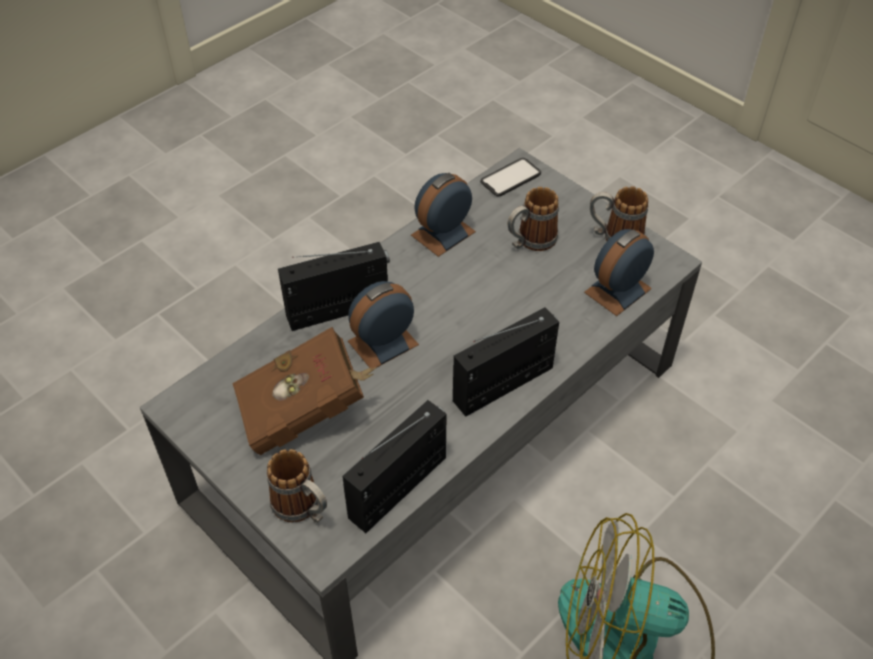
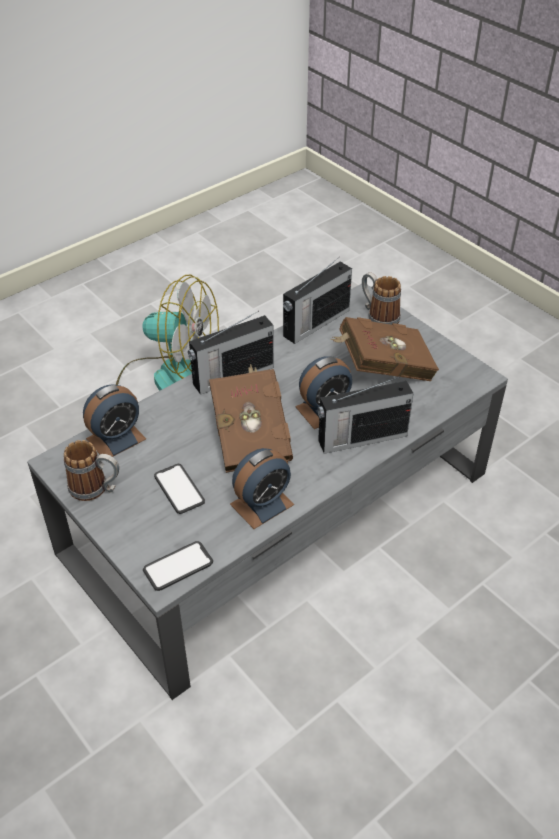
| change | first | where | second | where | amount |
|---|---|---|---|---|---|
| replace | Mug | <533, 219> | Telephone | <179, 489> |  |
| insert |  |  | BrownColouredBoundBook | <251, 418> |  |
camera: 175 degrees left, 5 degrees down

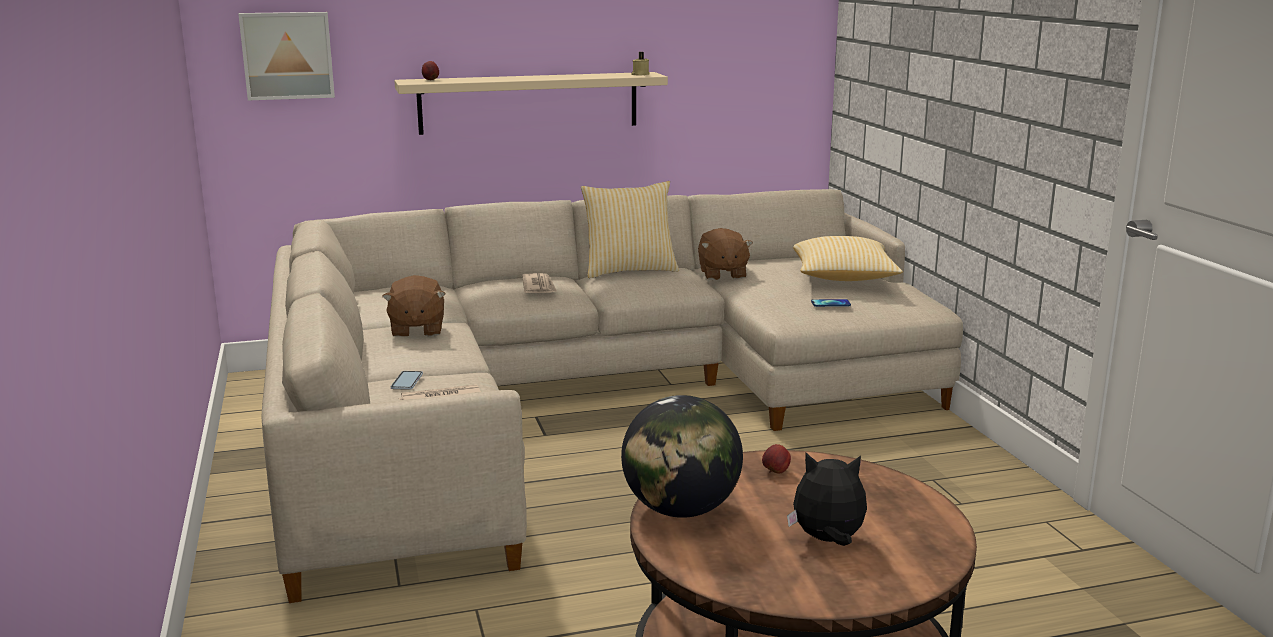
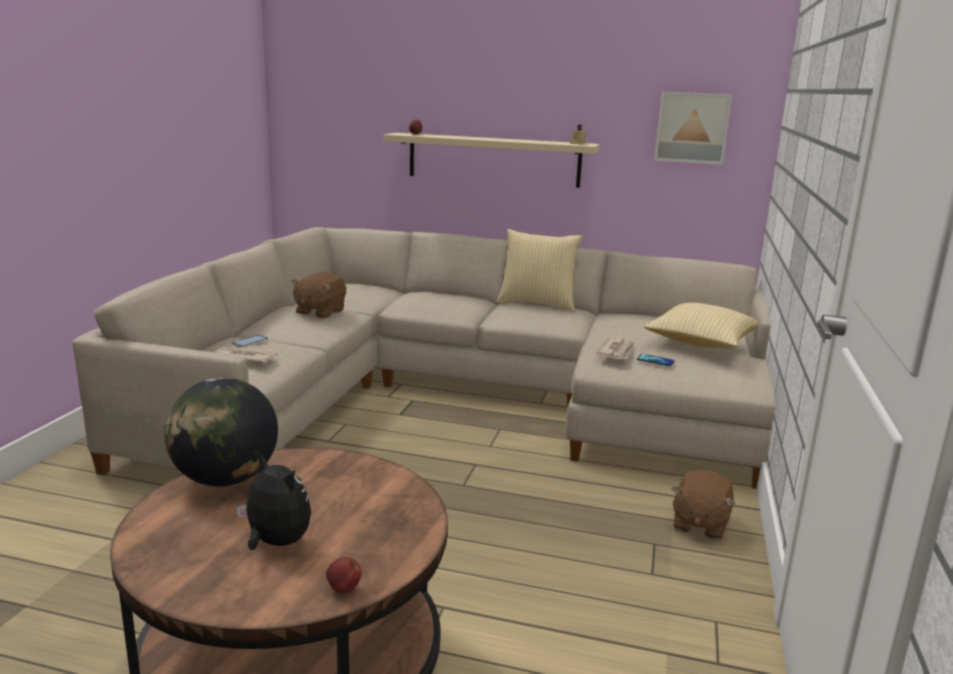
| change | first | where | second | where | amount |
|---|---|---|---|---|---|
| move | WholeApple | <776, 459> |  | <344, 575> |  |
| move | PrintedPaper | <539, 283> |  | <615, 348> |  |
| move | WallArt | <286, 56> |  | <693, 128> |  |
| move | BrownColouredPlushToy | <725, 254> |  | <703, 505> |  |
camera: 30 degrees right, 0 degrees up

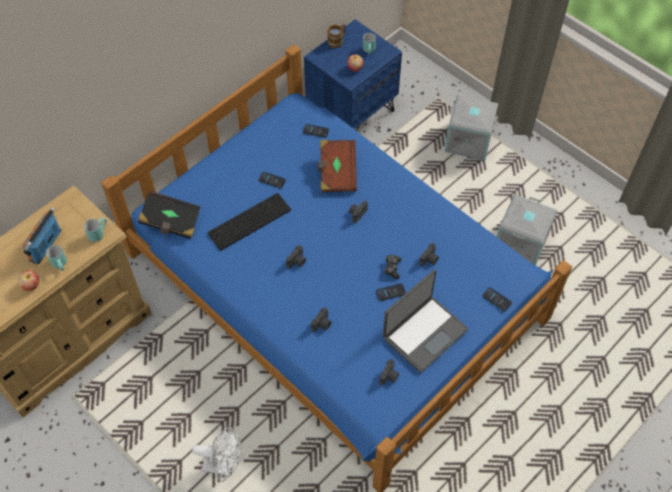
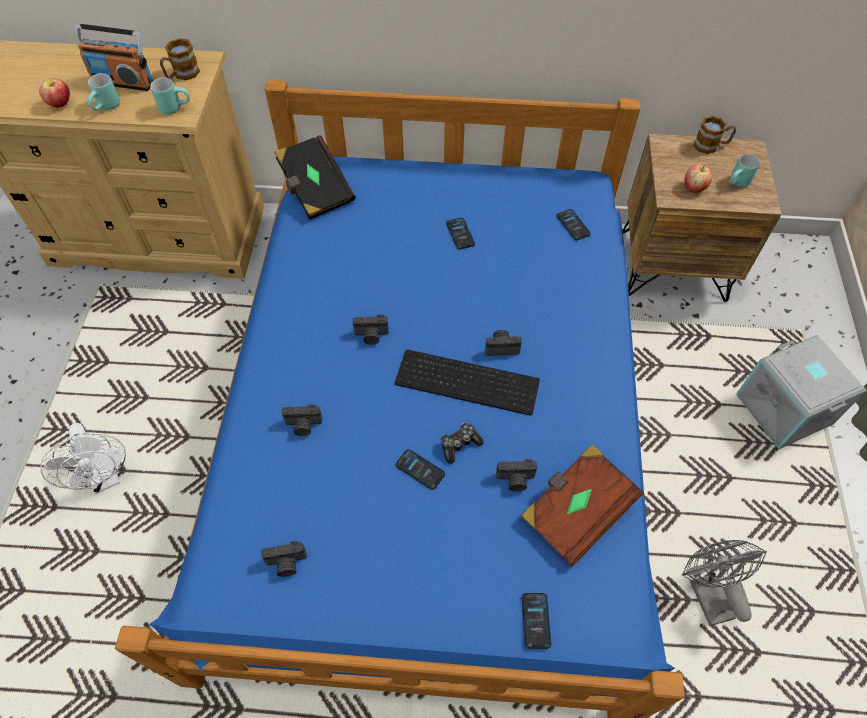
| change | first | where | second | where | amount |
|---|---|---|---|---|---|
| rotate | Radio | <42, 235> |  | <114, 57> | 150 degrees counterclockwise |
| insert |  |  | Mug | <180, 59> |  |
| move | ComputerKeyboard | <249, 222> |  | <467, 382> |  |
| move | BrownColouredBoundBook | <337, 166> |  | <582, 505> |  |
| recolor | BlueColouredNightstand | <353, 75> | BrownColouredNightstand | <702, 218> |  |
| replace | GreyishStorageContainer | <526, 229> | GreyishCoolingFan | <724, 583> |  |
| delete | NotebookComputer | <425, 321> |  |  |  |
camera: 50 degrees right, 0 degrees up

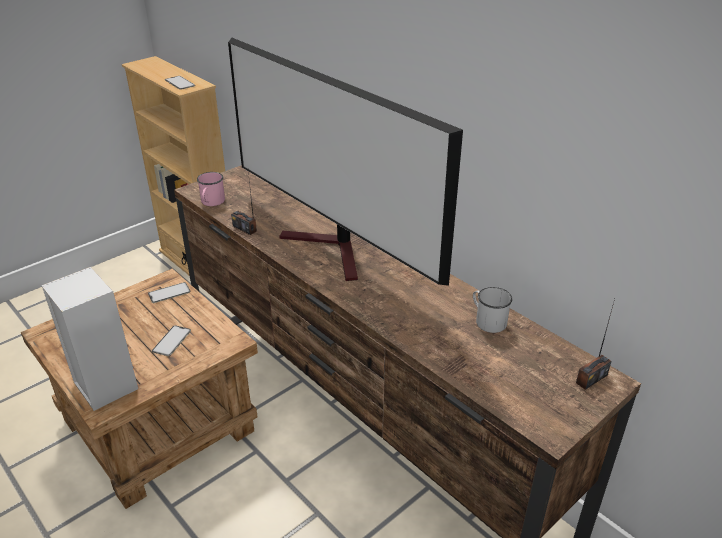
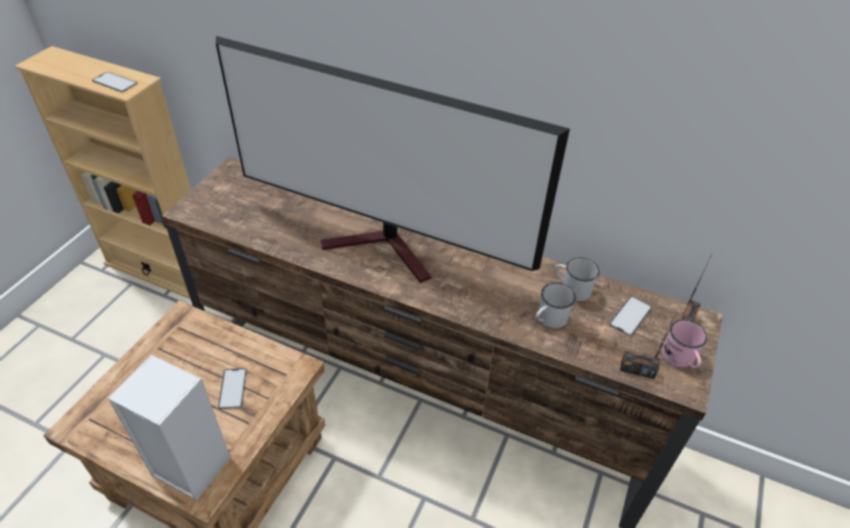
| change | first | where | second | where | amount |
|---|---|---|---|---|---|
| insert |  |  | WhitishMug | <555, 305> |  |
| move | Telephone | <169, 292> |  | <630, 316> |  |
| move | Radio | <244, 203> |  | <649, 344> |  |
| move | PinkMug | <211, 189> |  | <684, 344> |  |
camera: 25 degrees left, 10 degrees up

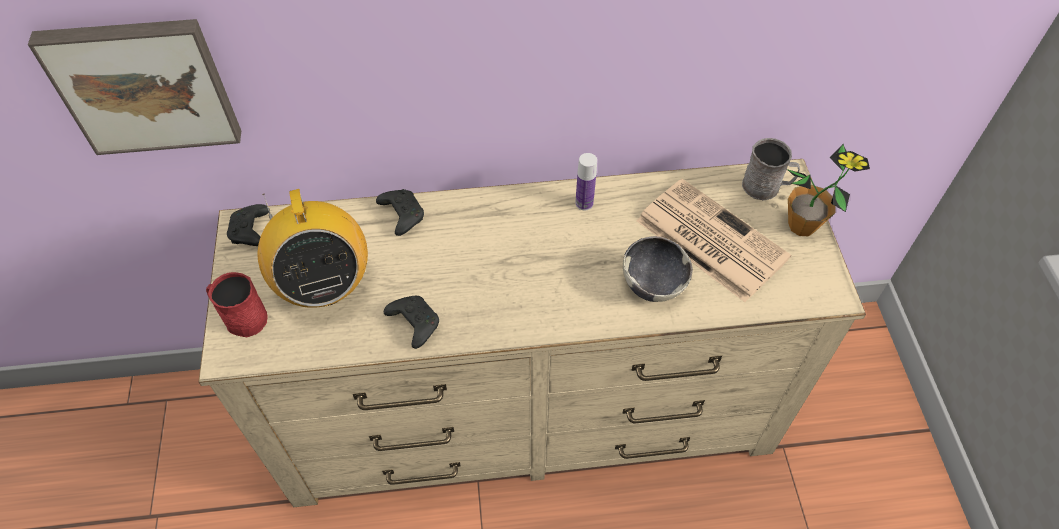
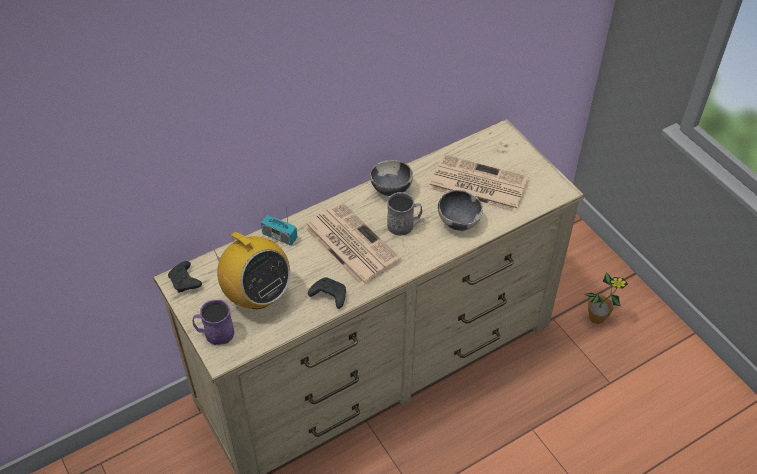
| change | first | where | second | where | amount |
|---|---|---|---|---|---|
| recolor | ReddishMug | <237, 304> | PurpleMug | <213, 322> |  |
| replace | BlackishGameController | <400, 212> | Radio | <279, 223> |  |
| insert |  |  | PrintedPaper | <352, 244> |  |
| replace | DrinkBottle | <586, 181> | DeepDish | <391, 178> |  |
| move | GreyishMug | <771, 169> |  | <404, 214> |  |
| move | Houseplant | <828, 190> |  | <606, 298> |  |
| delete | WallArt | <134, 87> |  |  |  |
camera: 25 degrees left, 5 degrees down

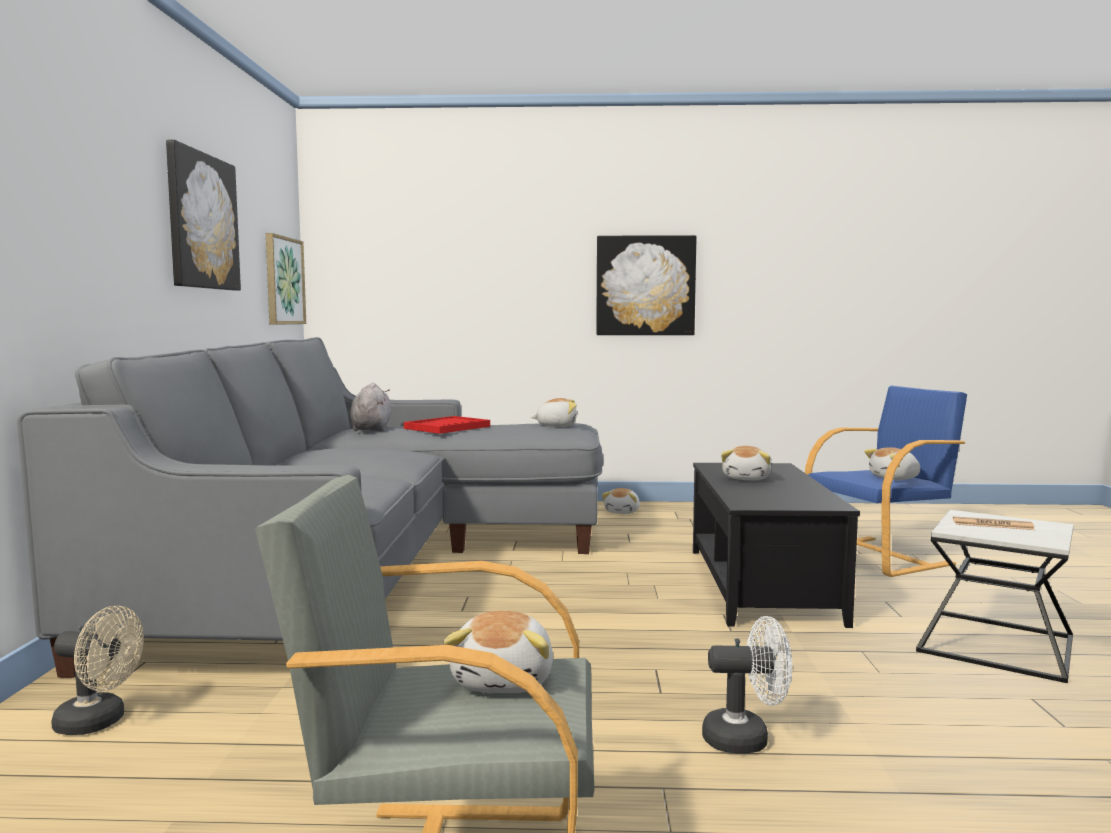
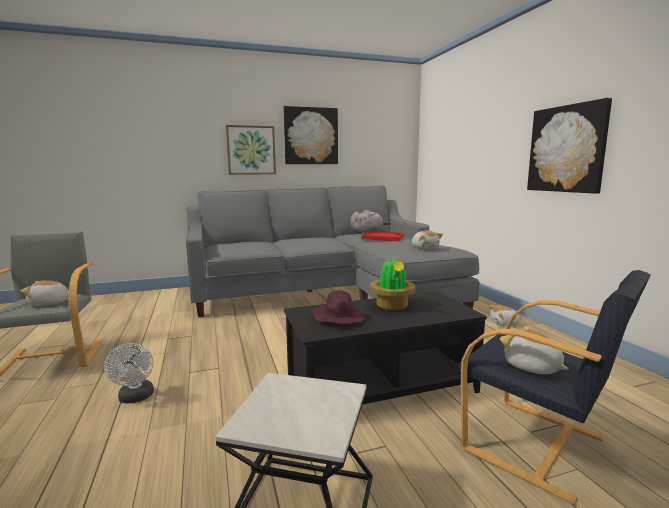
| change | first | where | second | where | amount |
|---|---|---|---|---|---|
| move | WallArt | <286, 279> |  | <251, 150> |  |
| insert |  |  | PurpleClothingHat | <339, 307> |  |
| replace | PlushToy | <746, 463> | Houseplant | <393, 283> |  |
| recolor | BlueColouredEasyChair | <886, 481> | BlackishEasyChair | <555, 387> |  |
| delete | BeigeCoolingFan | <97, 670> |  |  |  |
| delete | PrintedPaper | <994, 523> |  |  |  |
camera: 70 degrees right, 5 degrees up

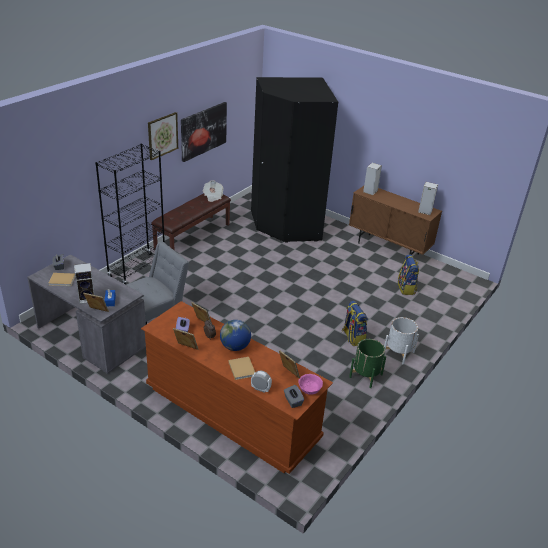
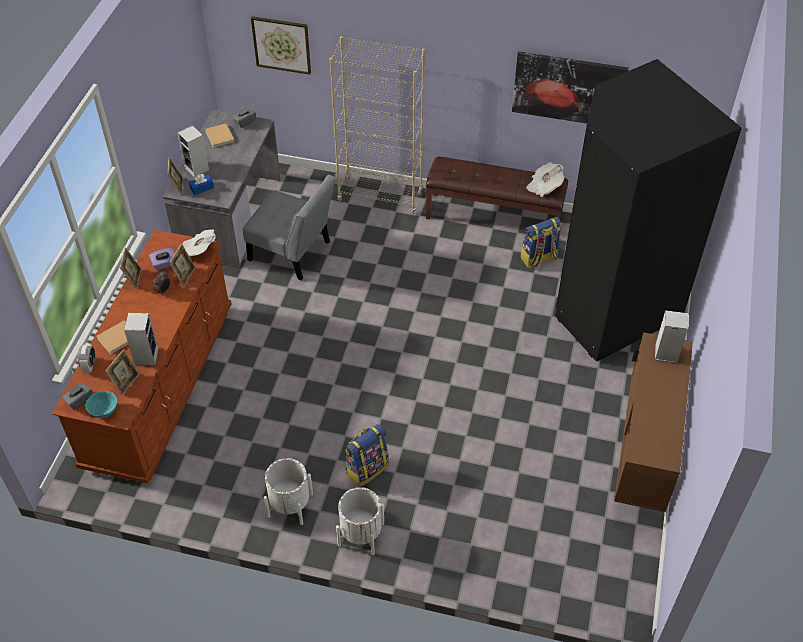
| change | first | where | second | where | amount |
|---|---|---|---|---|---|
| recolor | PinkDeepDish | <311, 384> | TurquoiseDeepDish | <101, 404> |  |
| move | Speaker | <428, 198> |  | <141, 339> |  |
| insert |  |  | PrintedPaper | <199, 242> |  |
| move | WallArt | <163, 136> |  | <281, 45> |  |
| recolor | GreenPlanter | <367, 363> | WhitishPlanter | <288, 491> |  |
| recolor | BlackishBookcase | <130, 214> | BeigeBookcase | <377, 125> |  |
| move | Backpack | <408, 275> |  | <541, 243> |  |
| delete | Globe | <235, 335> |  |  |  |
camera: 70 degrees right, 15 degrees up

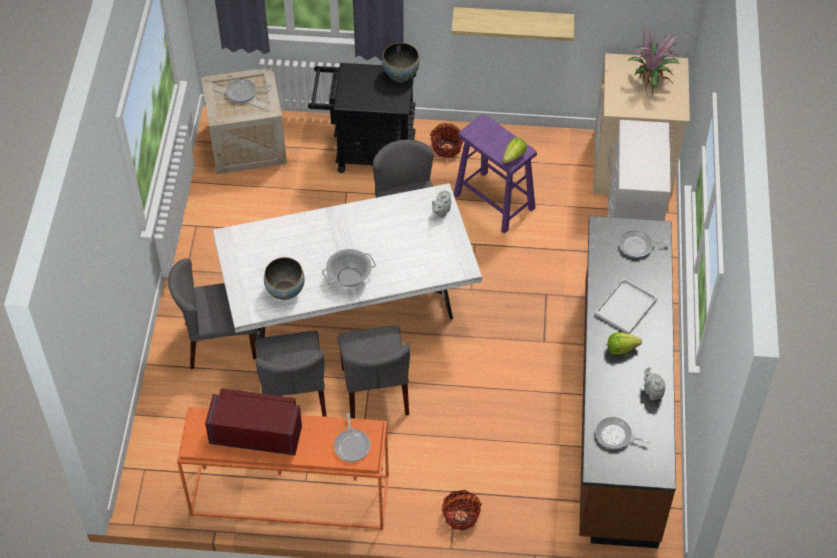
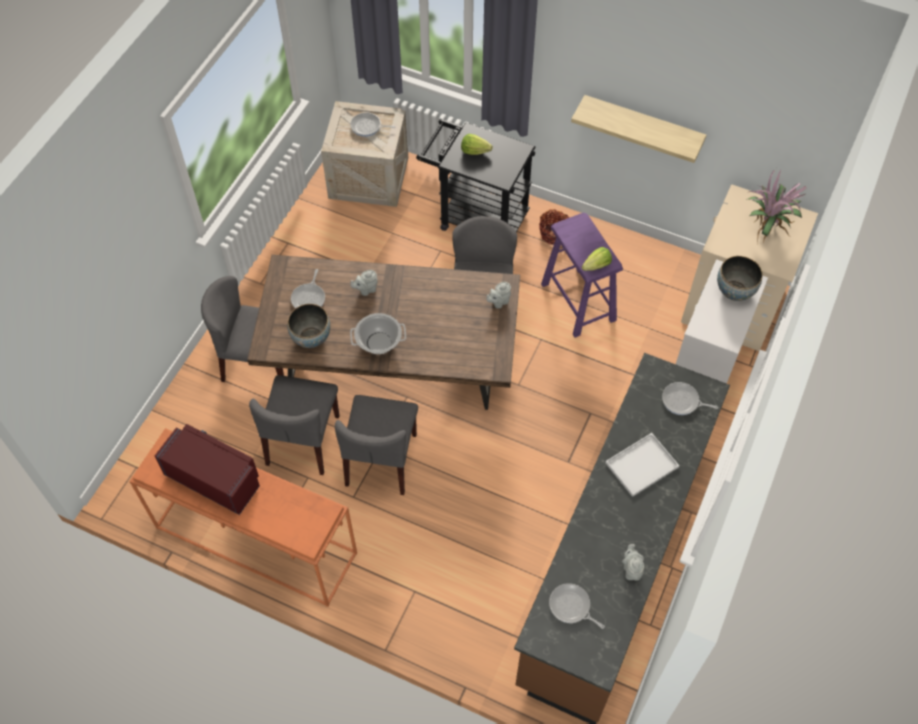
| change | first | where | second | where | amount |
|---|---|---|---|---|---|
| recolor | WhitishDiningTable | <347, 262> | BrownColouredDiningTable | <383, 332> |  |
| move | FryingPan | <352, 437> |  | <308, 288> |  |
| insert |  |  | GreyishTeaPot | <364, 283> |  |
| move | Lettuce | <625, 344> |  | <477, 144> |  |
| move | DeepDish | <401, 62> |  | <740, 278> |  |
| delete | HouseholdBasket | <461, 510> |  |  |  |
camera: 20 degrees right, 5 degrees up

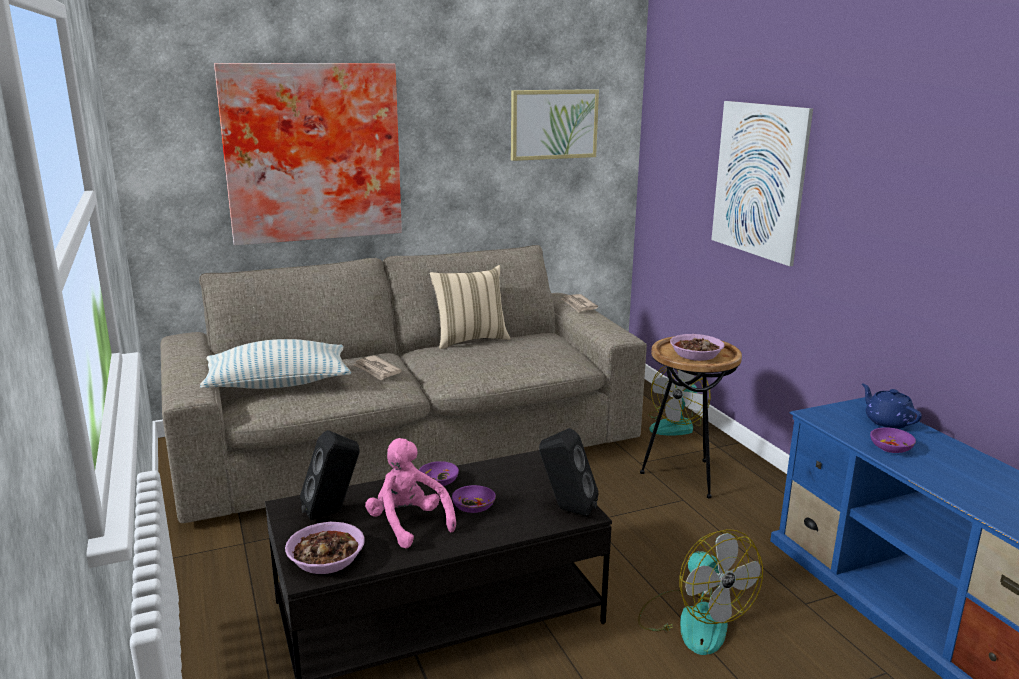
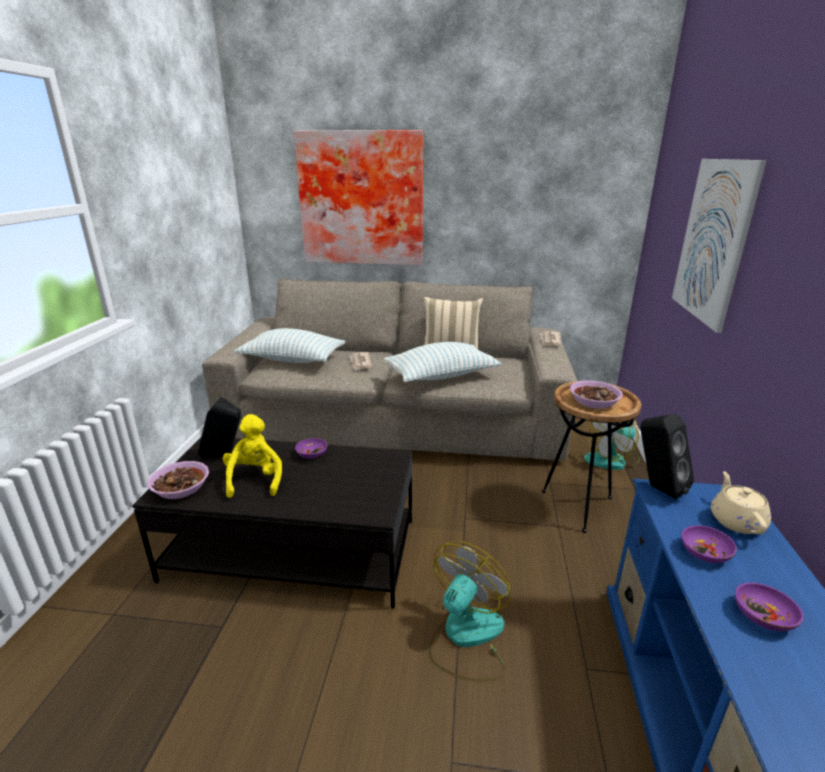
| change | first | where | second | where | amount |
|---|---|---|---|---|---|
| recolor | PinkPlushToy | <410, 493> | YellowPlushToy | <252, 456> |  |
| insert |  |  | ThrowPillow | <442, 362> |  |
| rotate | CoolingFan | <700, 592> |  | <469, 611> | 150 degrees counterclockwise |
| move | BlackishSpeaker | <569, 472> |  | <667, 456> |  |
| recolor | BlueColouredTeaPot | <892, 406> | BeigeTeaPot | <741, 502> |  |
| move | PurpleDeepDish | <474, 499> |  | <769, 606> |  |
| delete | WallArt | <555, 125> |  |  |  |
camera: 30 degrees right, 5 degrees up

